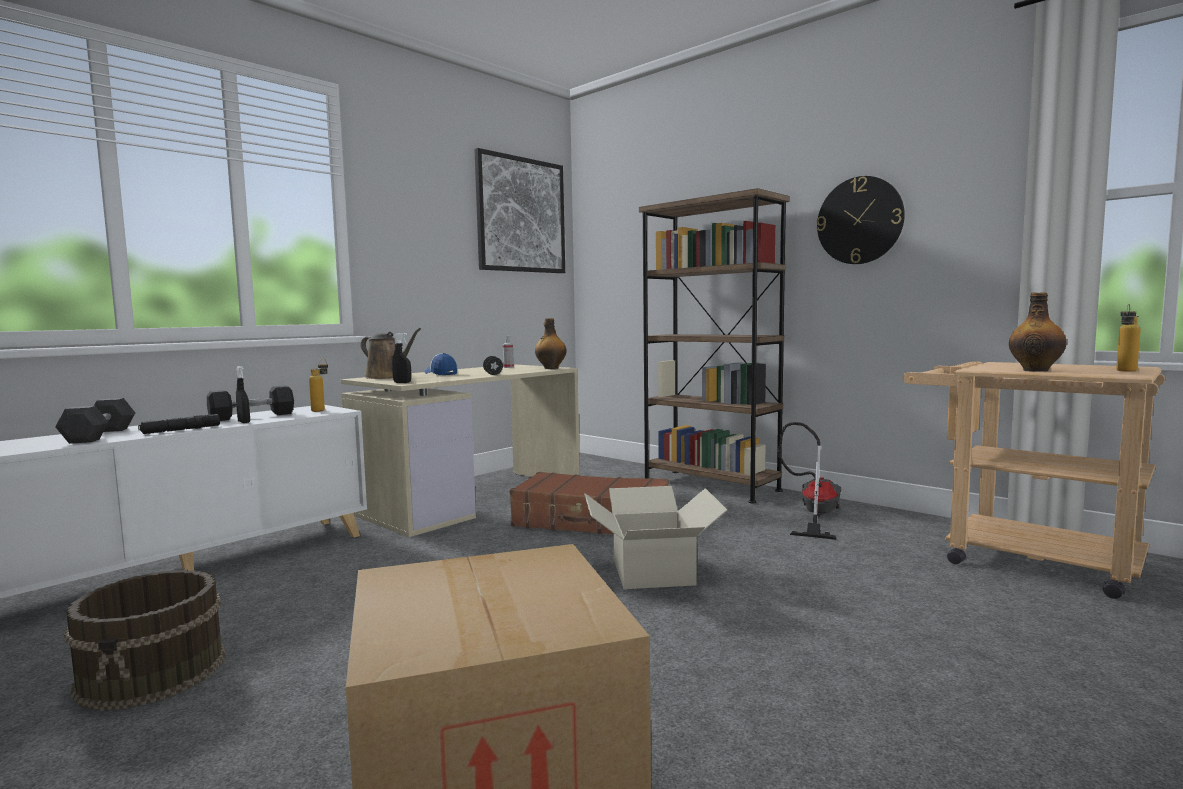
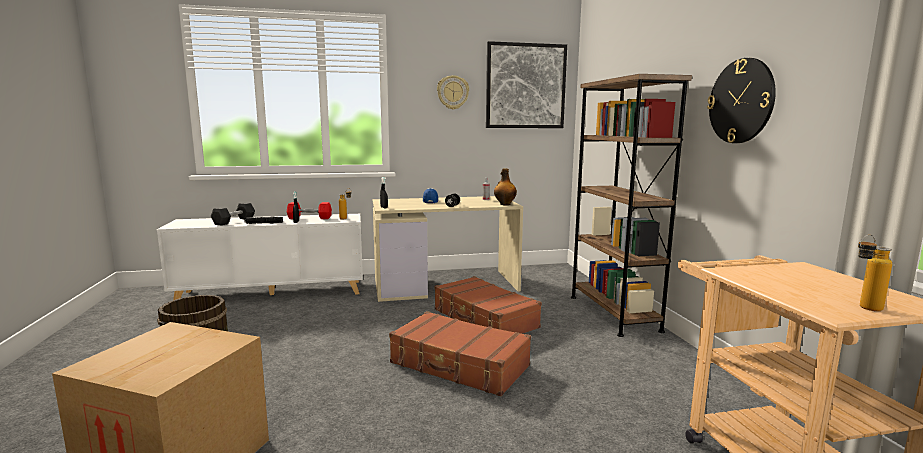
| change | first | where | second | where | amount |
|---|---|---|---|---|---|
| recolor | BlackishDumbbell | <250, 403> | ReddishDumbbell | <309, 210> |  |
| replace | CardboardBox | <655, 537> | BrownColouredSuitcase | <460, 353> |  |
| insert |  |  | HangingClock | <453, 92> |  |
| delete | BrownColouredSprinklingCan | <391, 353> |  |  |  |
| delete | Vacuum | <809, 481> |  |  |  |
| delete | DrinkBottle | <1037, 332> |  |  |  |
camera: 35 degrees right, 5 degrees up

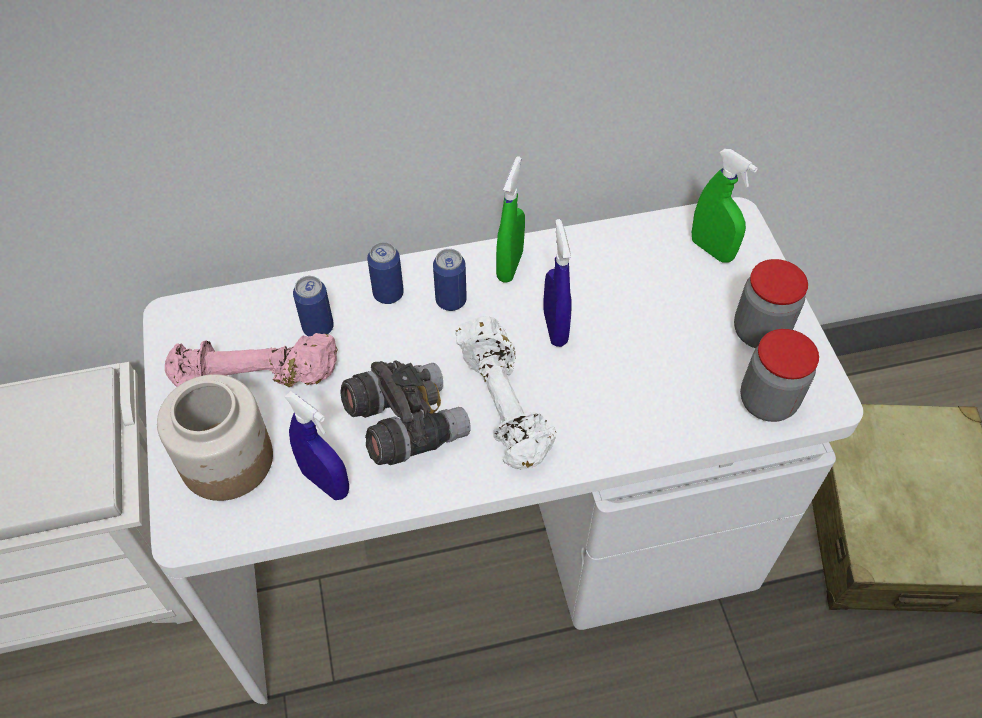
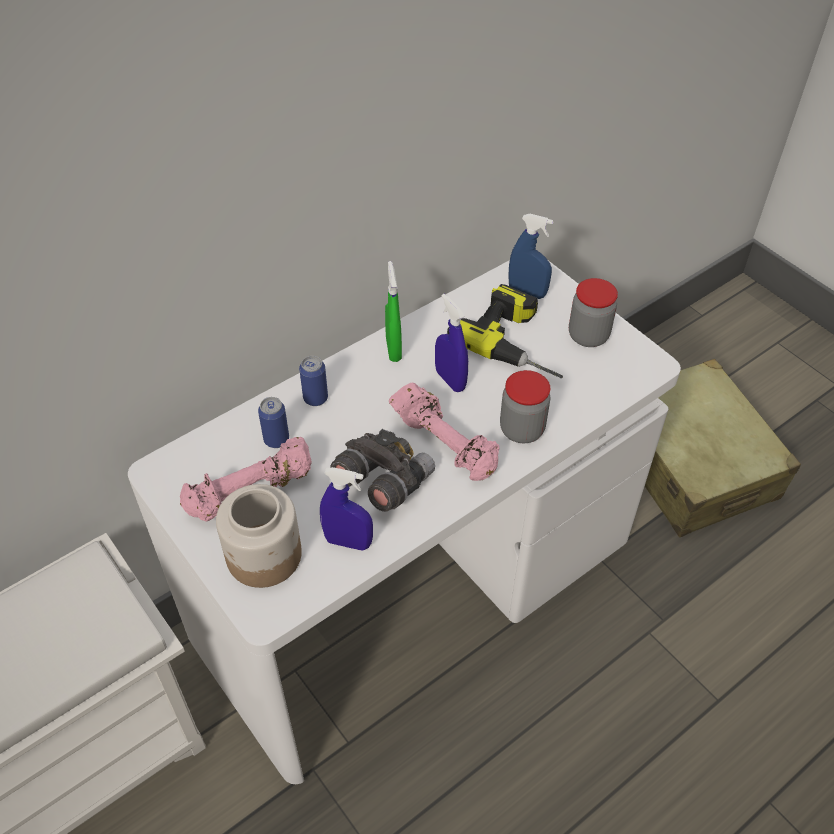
| change | first | where | second | where | amount |
|---|---|---|---|---|---|
| recolor | WhitishDumbbell | <506, 393> | PinkDumbbell | <444, 432> |  |
| insert |  |  | Drill | <505, 331> |  |
| move | StorageJar | <779, 375> |  | <525, 406> |  |
| recolor | GreenSprayBottle | <725, 206> | BlueColouredSprayBottle | <531, 256> |  |
| delete | MetalCan | <450, 280> |  |  |  |
camera: 25 degrees left, 5 degrees down

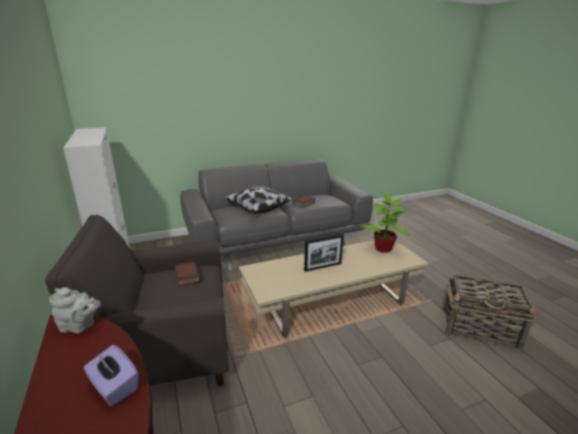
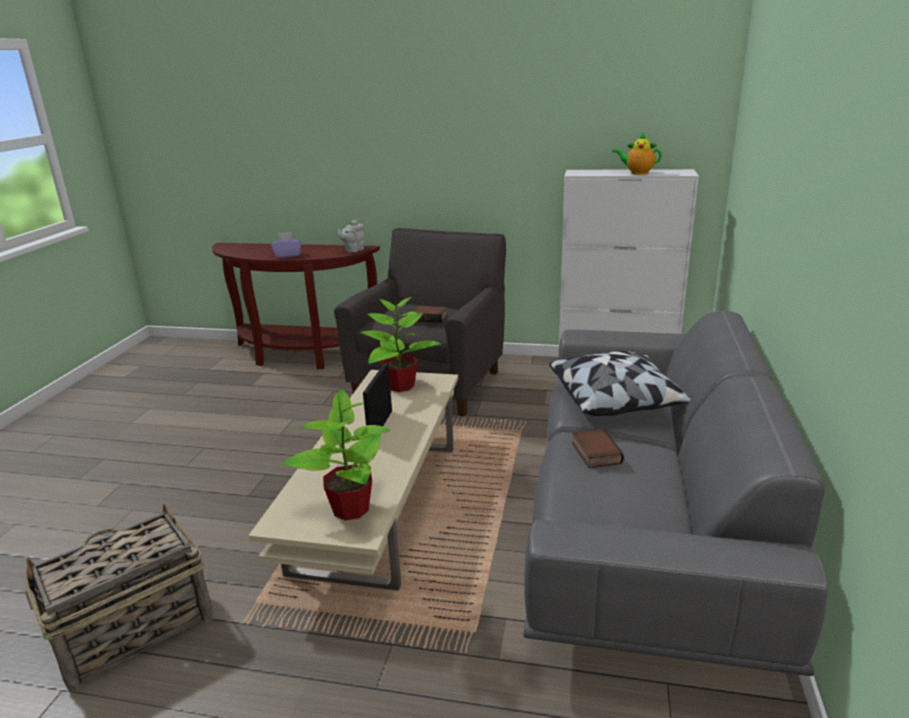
| change | first | where | second | where | amount |
|---|---|---|---|---|---|
| insert |  |  | Houseplant | <400, 344> |  |
| insert |  |  | TeaPot | <637, 154> |  |
camera: 125 degrees right, 0 degrees up

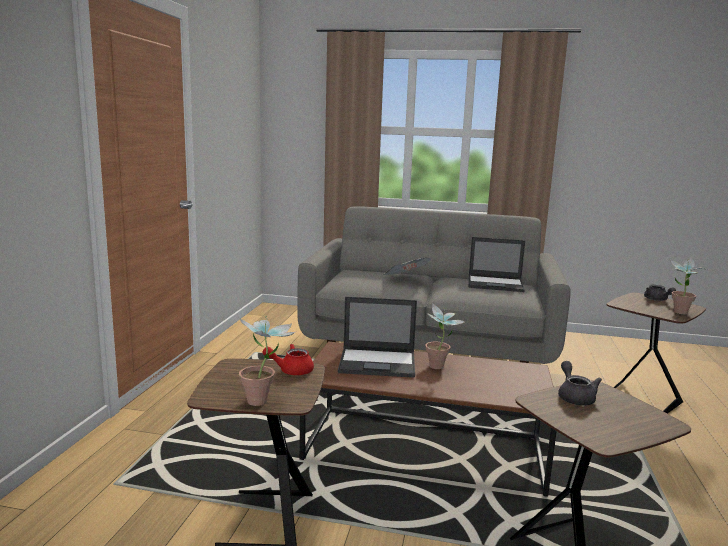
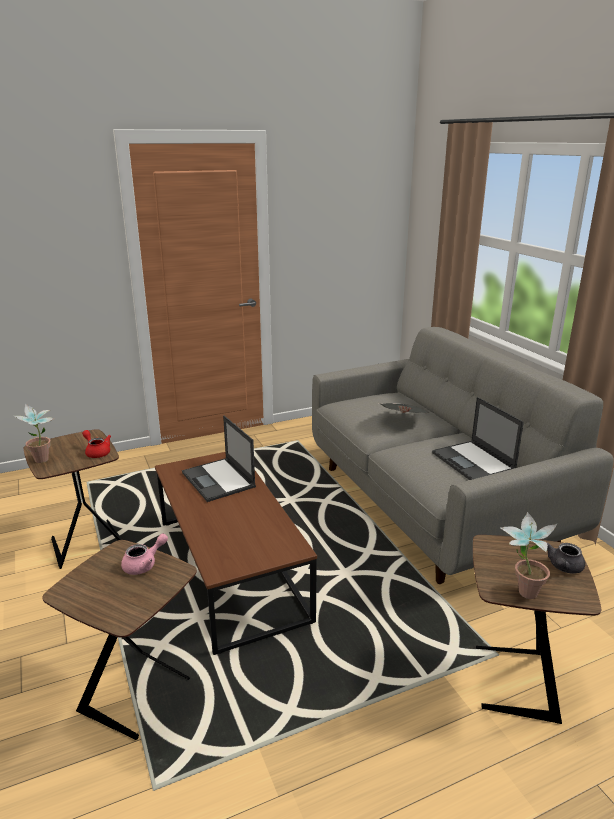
| change | first | where | second | where | amount |
|---|---|---|---|---|---|
| recolor | GreyishTeaPot | <580, 383> | PinkTeaPot | <144, 554> |  |
| delete | Houseplant | <445, 336> |  |  |  |
camera: 55 degrees right, 10 degrees up

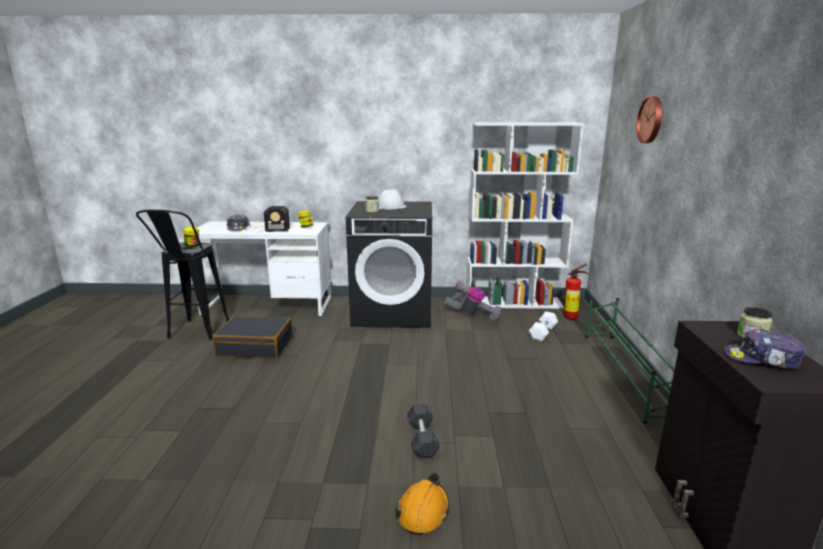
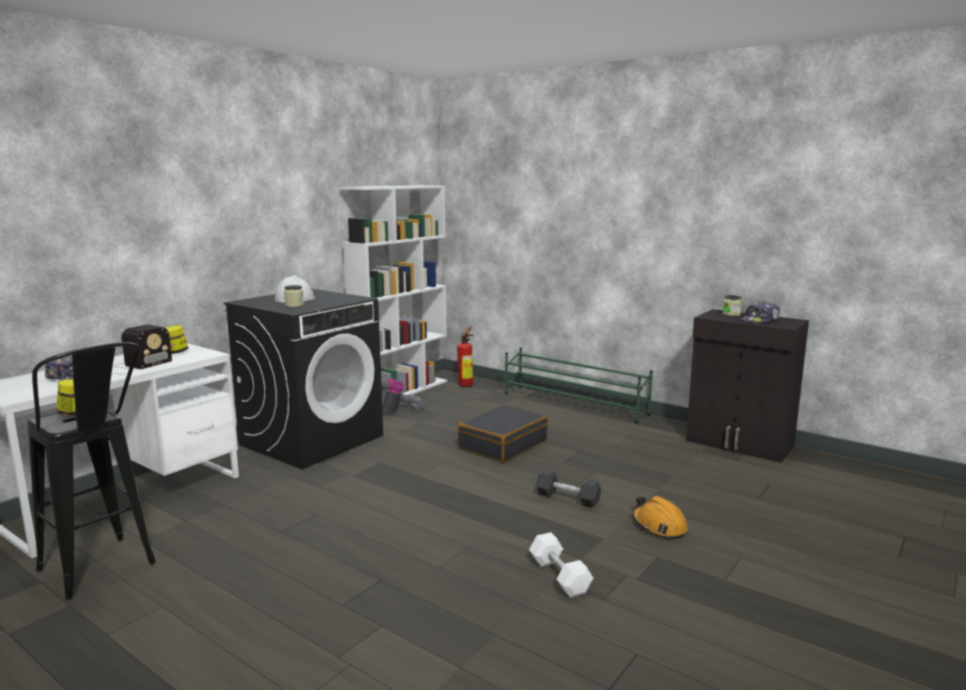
| change | first | where | second | where | amount |
|---|---|---|---|---|---|
| move | BlackishSuitcase | <252, 337> |  | <503, 433> |  |
| move | WhitishDumbbell | <543, 326> |  | <561, 565> |  |
| delete | HangingClock | <649, 119> |  |  |  |
camera: 55 degrees left, 5 degrees down

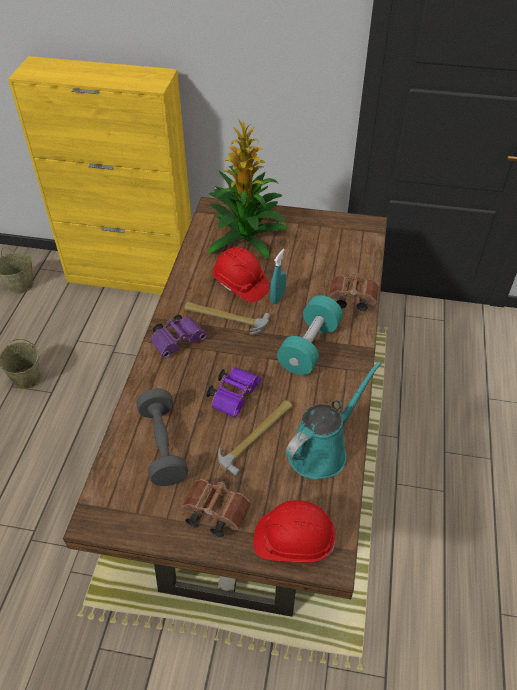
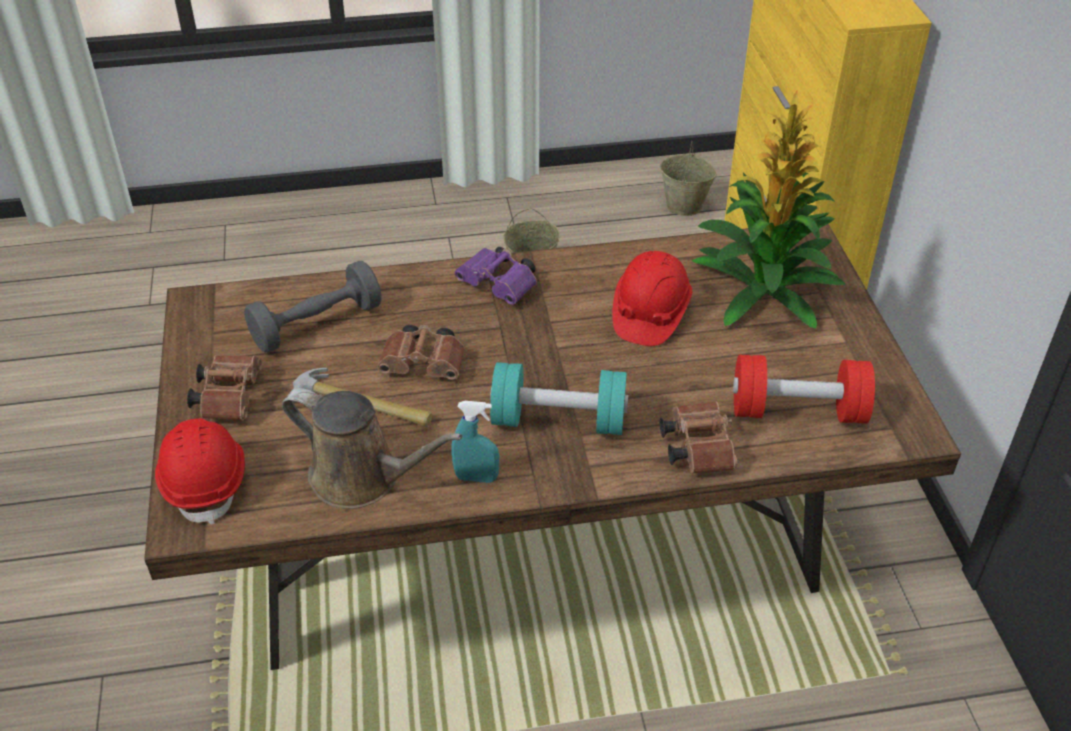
| change | first | where | second | where | amount |
|---|---|---|---|---|---|
| recolor | TurquoiseSprinklingCan | <334, 420> | BrownColouredSprinklingCan | <372, 448> |  |
| recolor | PurpleBinoculars | <233, 393> | BrownColouredBinoculars | <421, 352> |  |
| move | TurquoiseSprayBottle | <278, 276> |  | <475, 442> |  |
| insert |  |  | ReddishDumbbell | <804, 389> |  |
| delete | Hammer | <227, 318> |  |  |  |
camera: 70 degrees right, 5 degrees down

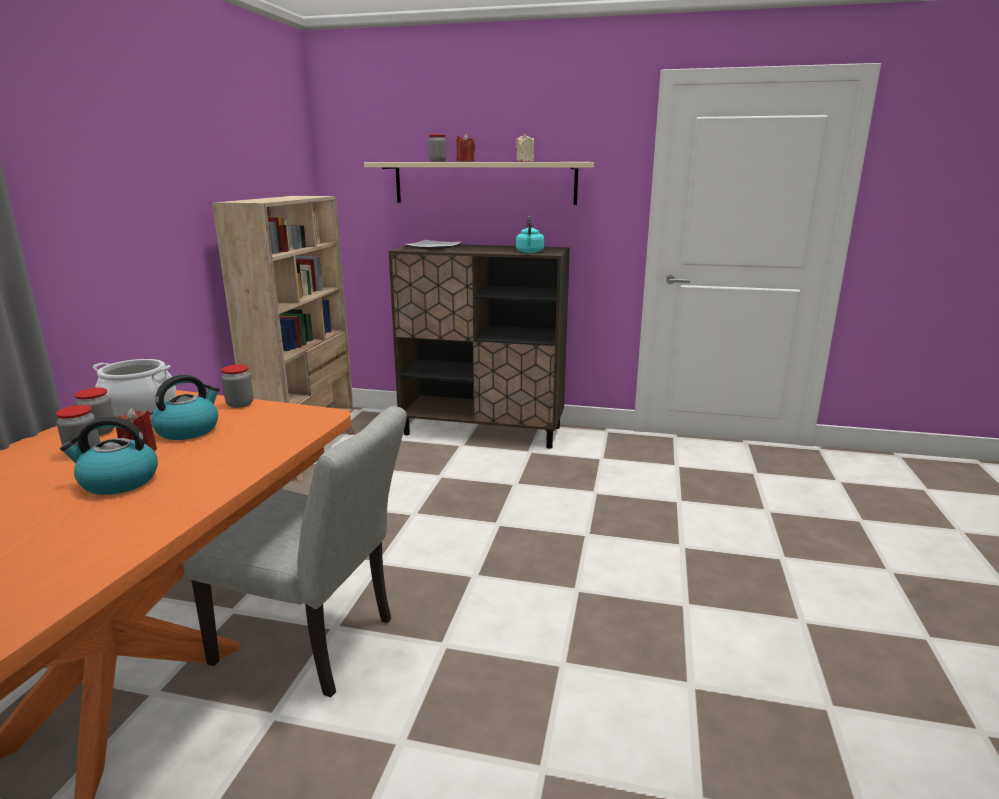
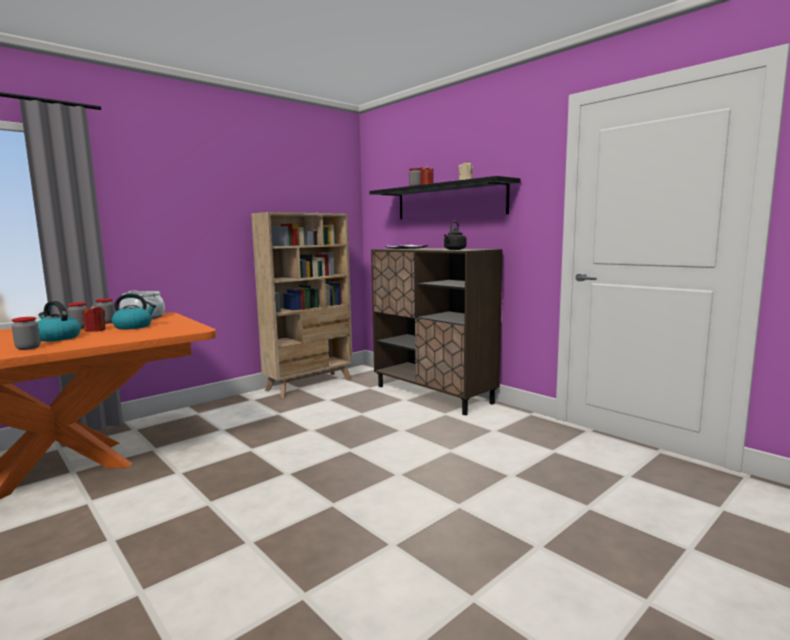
| change | first | where | second | where | amount |
|---|---|---|---|---|---|
| move | StorageJar | <237, 386> |  | <26, 333> |  |
| recolor | BeigeShelf | <479, 183> | BlackishShelf | <445, 198> |  |
| recolor | TurquoiseTeaKettle | <530, 234> | BlackishTeaKettle | <455, 235> |  |
| delete | GreyishPlainChair | <295, 551> |  |  |  |
camera: 35 degrees right, 10 degrees down

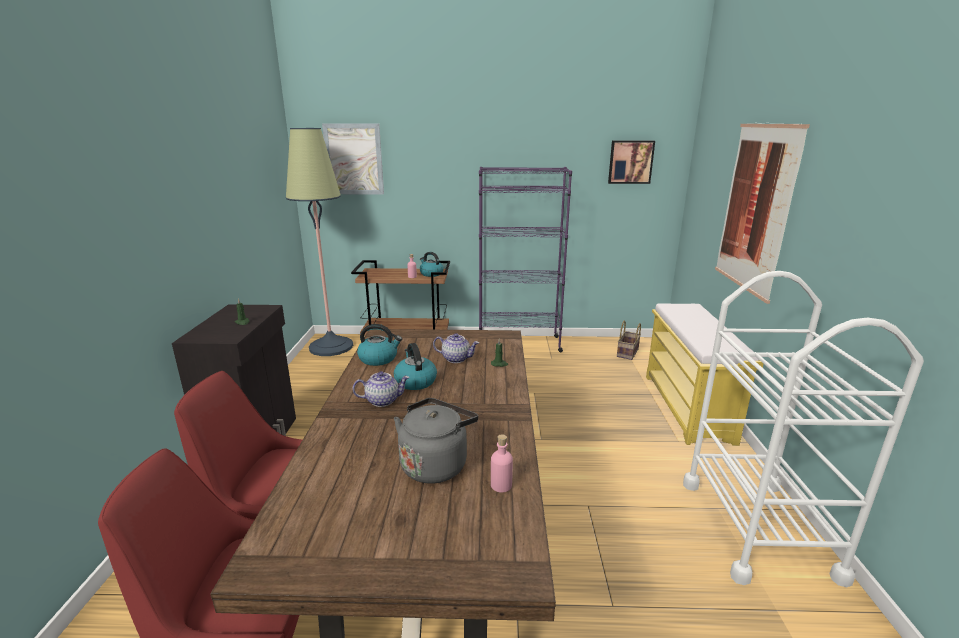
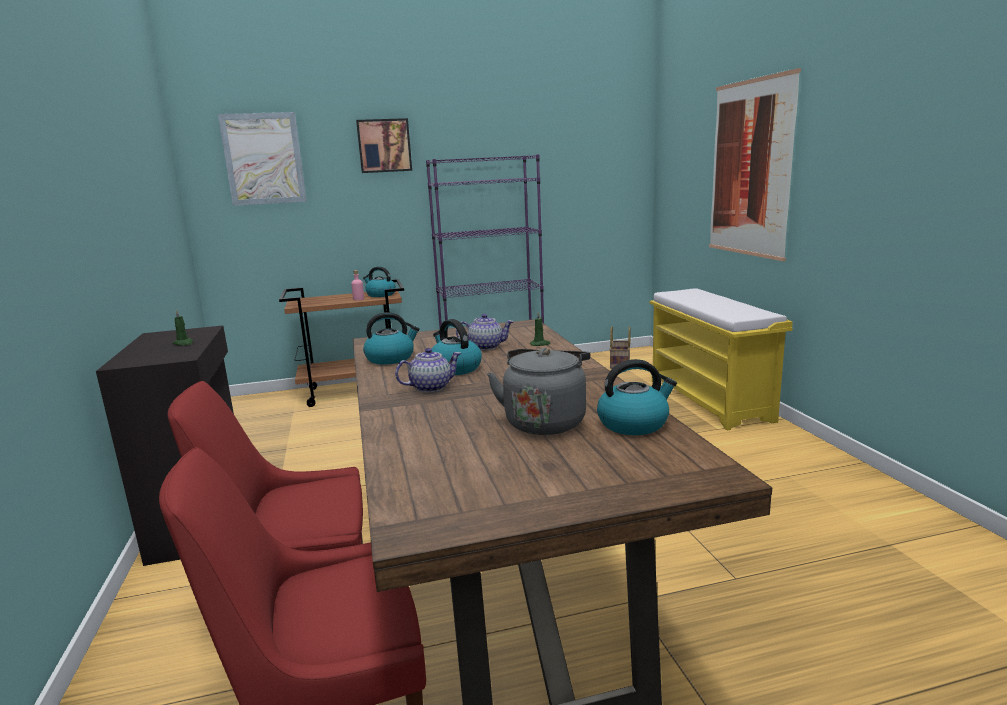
| change | first | where | second | where | amount |
|---|---|---|---|---|---|
| move | WallArt | <631, 162> |  | <384, 145> |  |
| replace | PinkDrinkBottle | <502, 463> | TeaKettle | <637, 397> |  |
| delete | StandingLamp | <319, 242> |  |  |  |
| delete | WhitishCart | <803, 429> |  |  |  |
camera: 15 degrees left, 5 degrees down

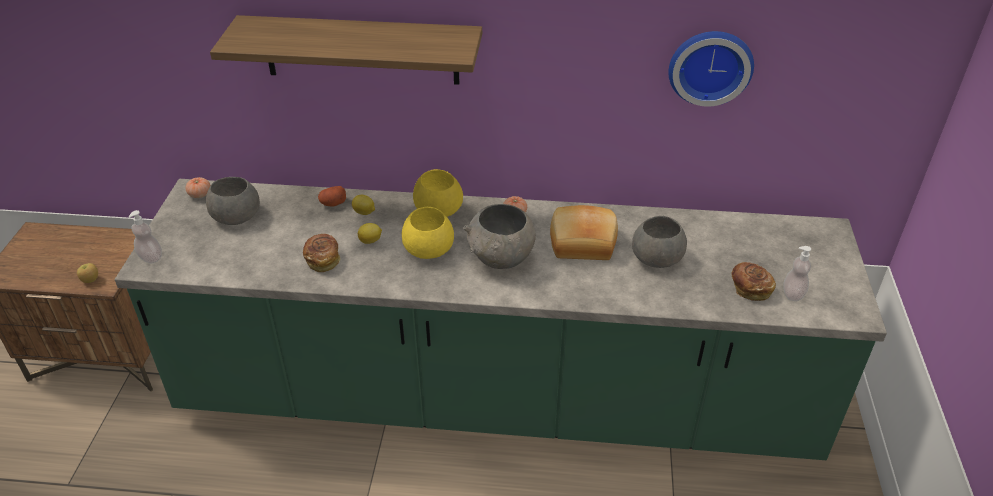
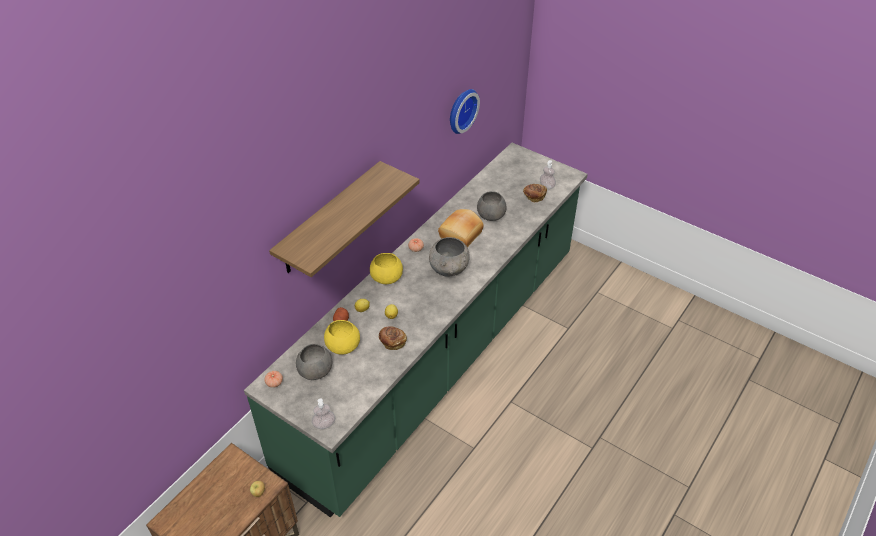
| change | first | where | second | where | amount |
|---|---|---|---|---|---|
| move | YellowDeepDish | <428, 233> |  | <342, 337> |  |
camera: 60 degrees left, 5 degrees up

